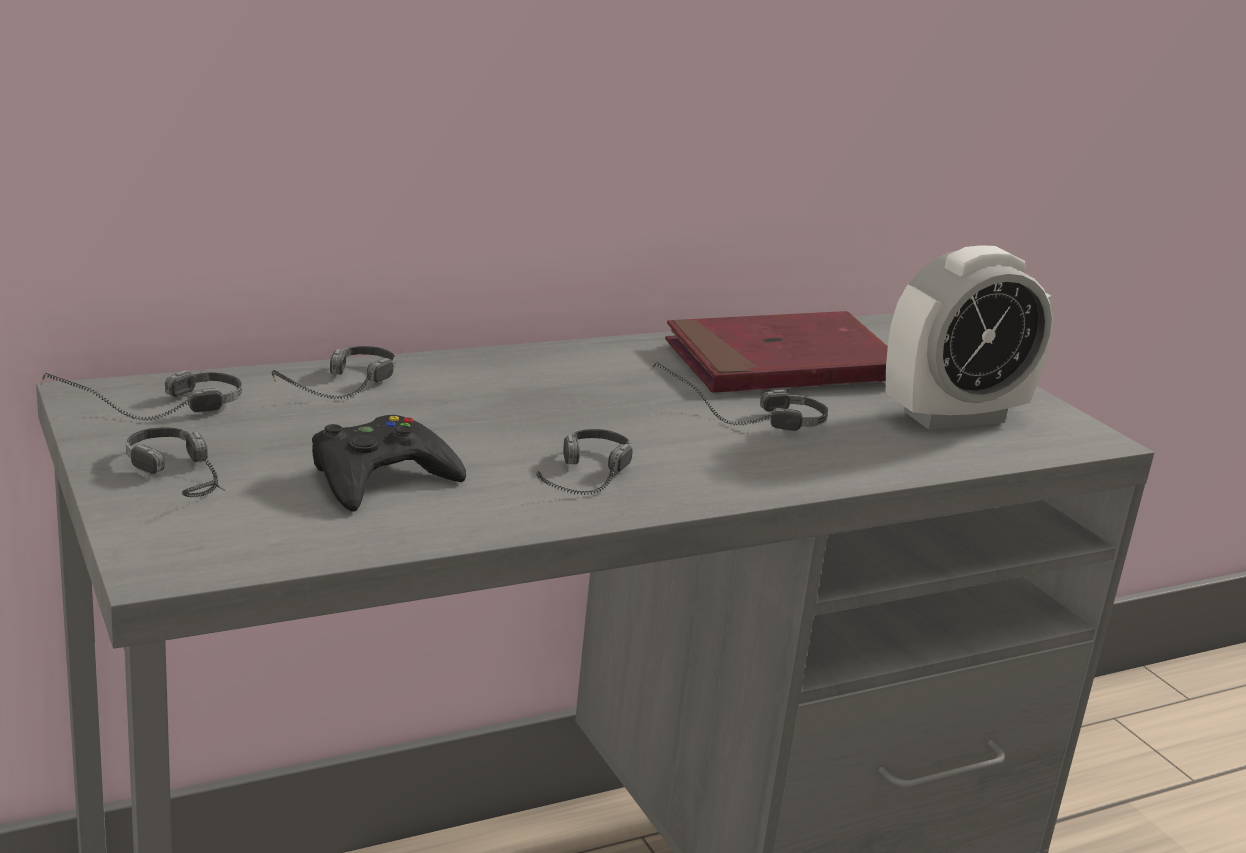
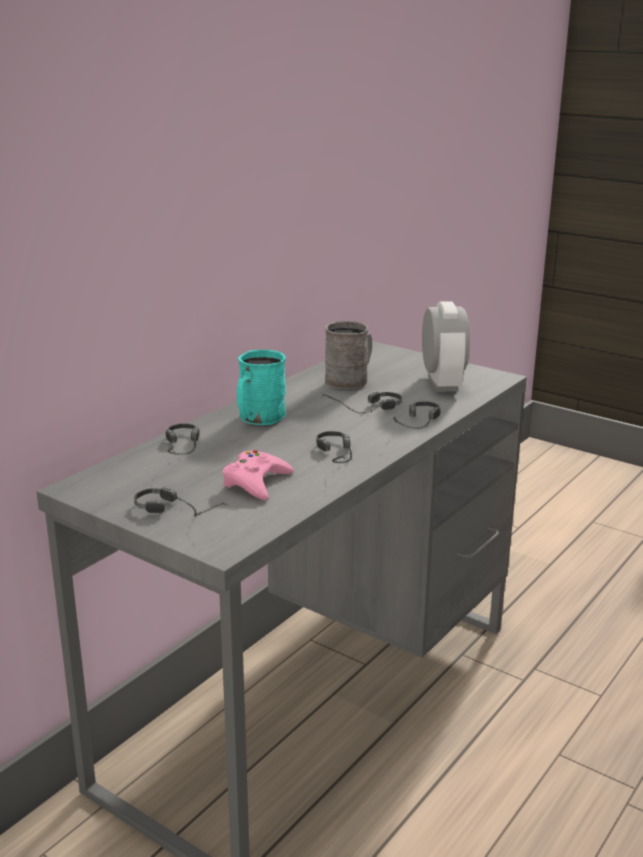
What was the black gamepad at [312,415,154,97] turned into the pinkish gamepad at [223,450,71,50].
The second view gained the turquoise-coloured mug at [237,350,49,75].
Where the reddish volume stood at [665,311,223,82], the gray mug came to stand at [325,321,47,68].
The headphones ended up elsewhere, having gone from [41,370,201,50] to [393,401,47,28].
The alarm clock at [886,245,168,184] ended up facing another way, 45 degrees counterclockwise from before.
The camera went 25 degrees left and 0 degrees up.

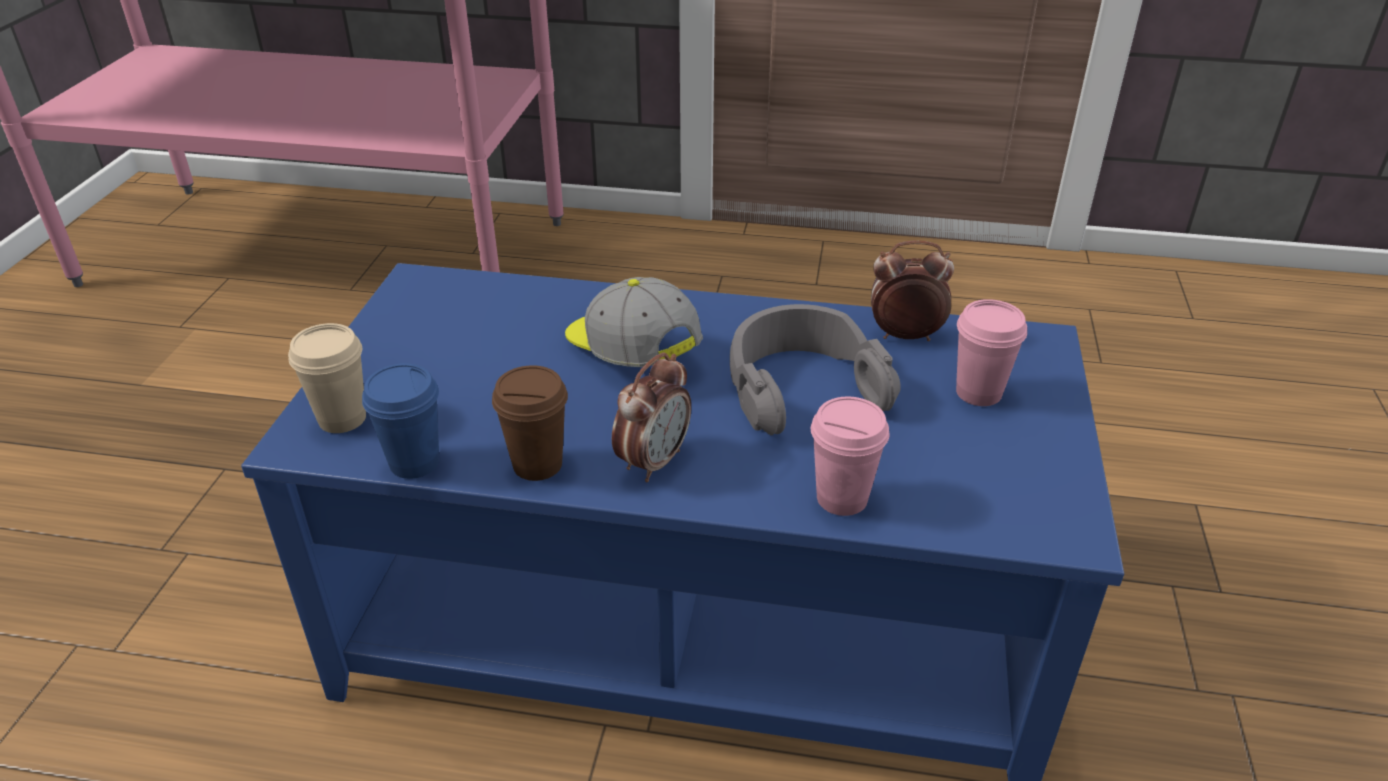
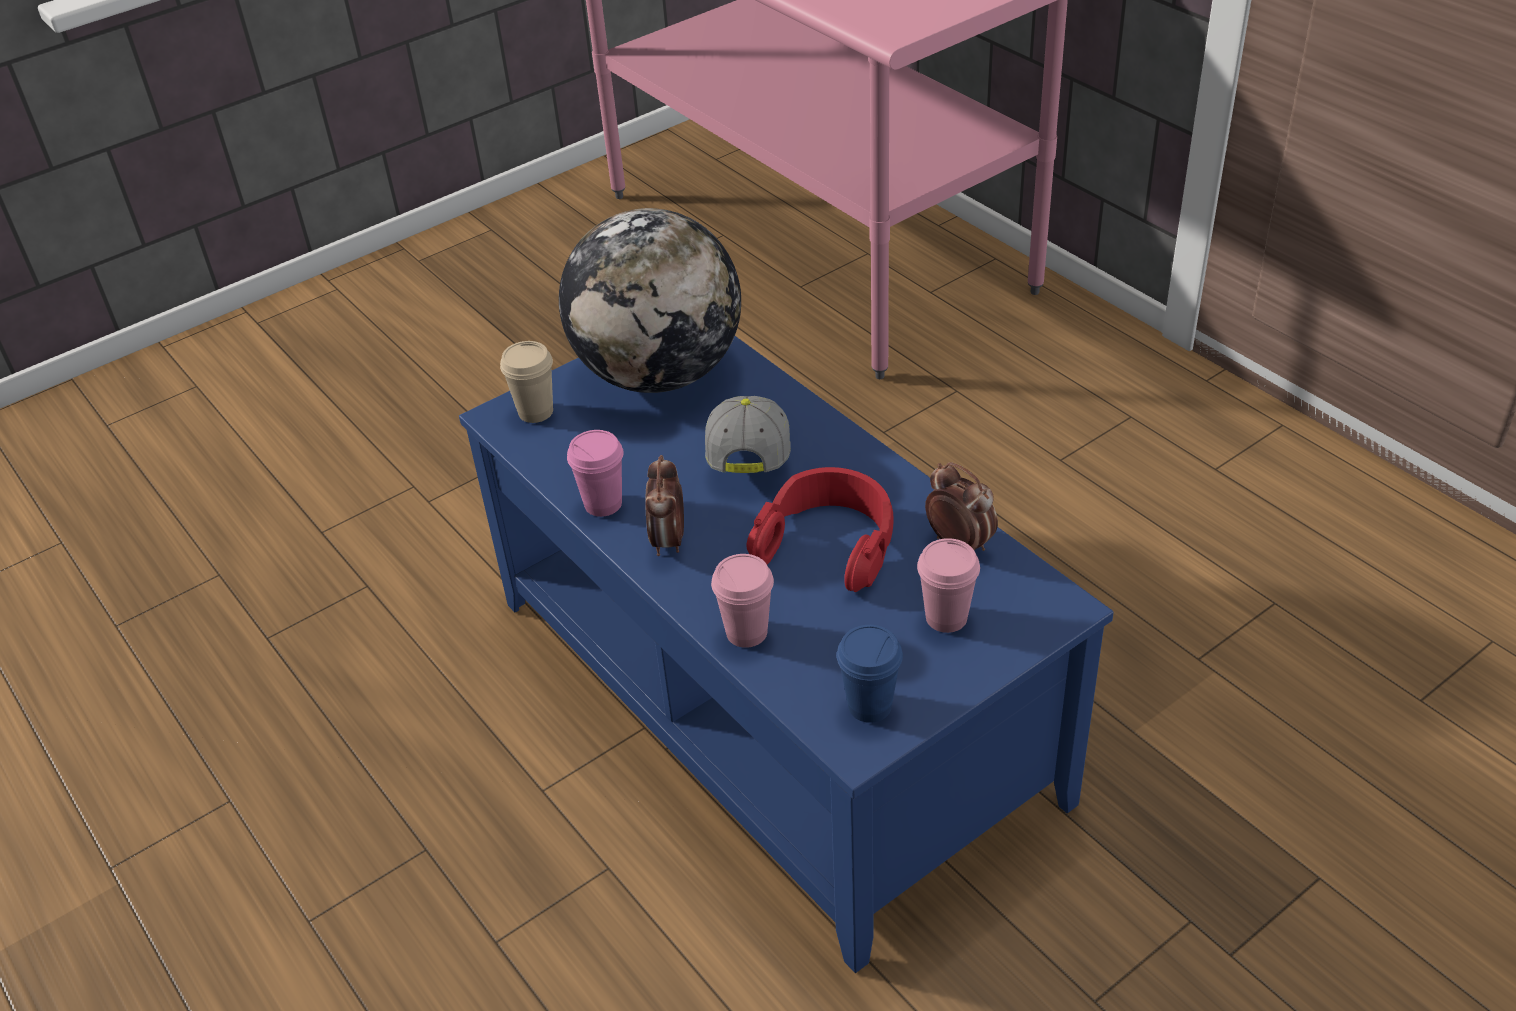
The second view gained the desk globe at [559,208,182,185].
What was the brownish small cup at [492,365,76,116] turned into the pinkish small cup at [567,430,57,87].
The alarm clock at [612,353,79,129] ended up facing another way, 105 degrees clockwise from before.
What was the gray headphones at [730,304,171,131] turned into the reddish headphones at [747,467,146,125].
The blue-coloured small cup ended up elsewhere, having gone from [362,364,77,115] to [837,625,66,98].
The camera went 45 degrees right and 5 degrees up.

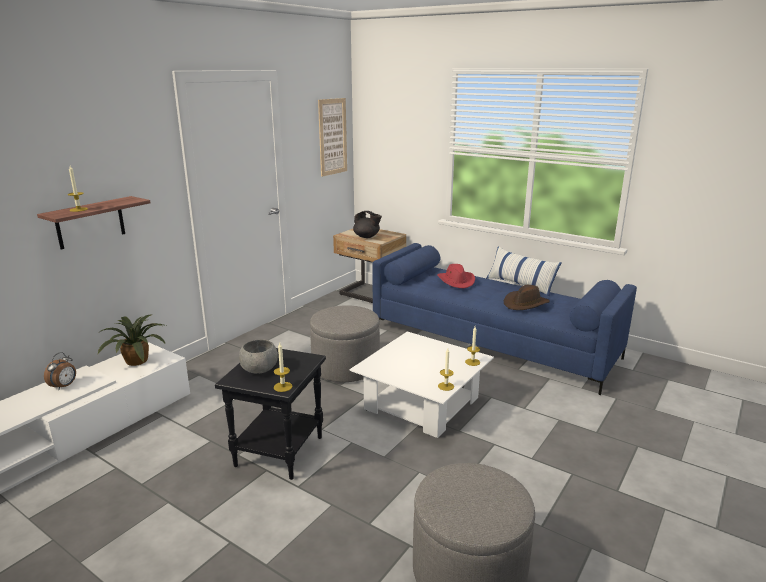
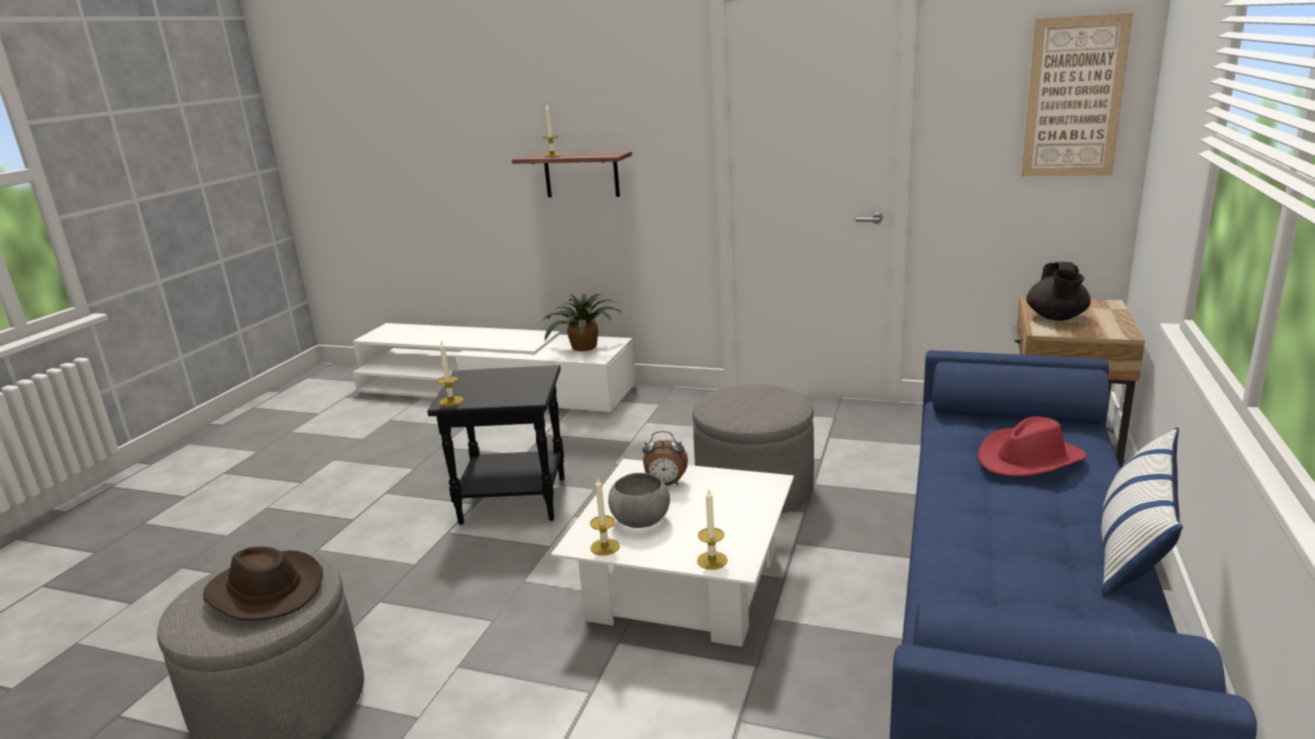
The brownish hat ended up elsewhere, having gone from [504,285,46,25] to [203,547,120,73].
The gray bowl ended up elsewhere, having gone from [239,339,39,34] to [608,473,62,55].
The alarm clock ended up elsewhere, having gone from [44,352,32,38] to [643,431,45,55].
The camera went 75 degrees right and 0 degrees up.

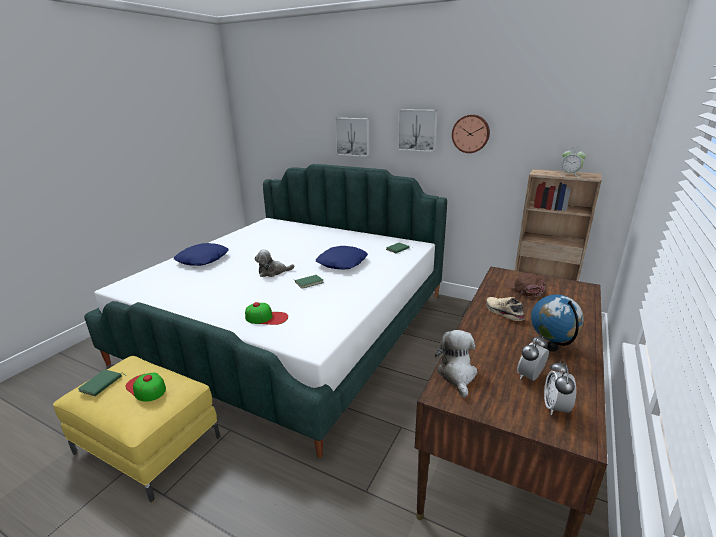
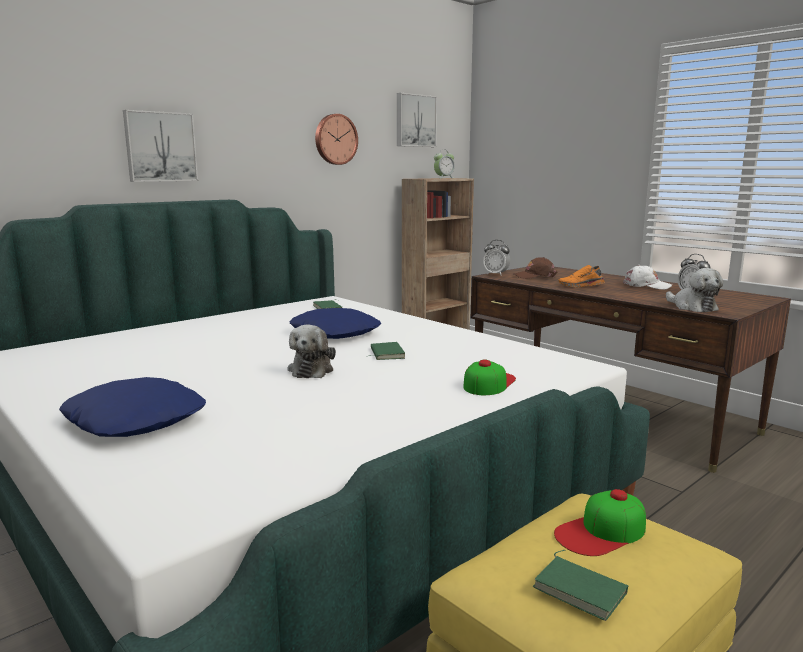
The wall picture ended up elsewhere, having gone from [398,109,40,43] to [397,93,40,54].
The alarm clock ended up elsewhere, having gone from [544,361,32,54] to [483,240,27,36].
What was the sand-coloured shoe at [486,297,39,24] turned into the orange shoe at [558,265,47,22].
Where the desk globe stood at [531,294,53,57], the whitish cap came to stand at [623,265,49,25].
The cuddly toy at [435,330,43,68] ended up facing another way, 135 degrees counterclockwise from before.
The camera went 70 degrees left and 10 degrees down.

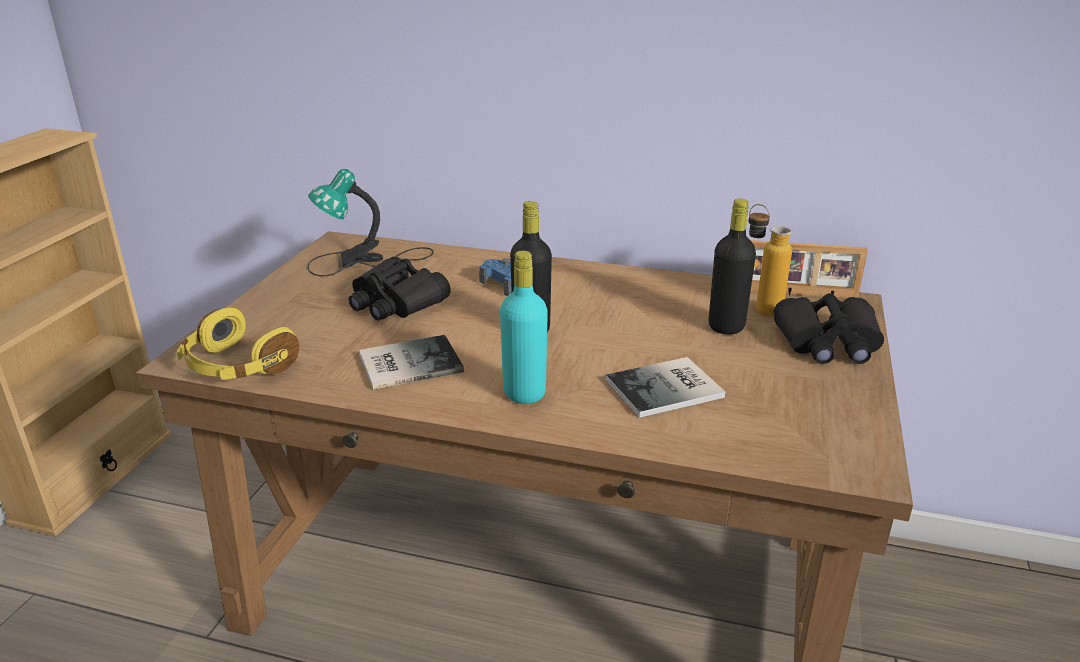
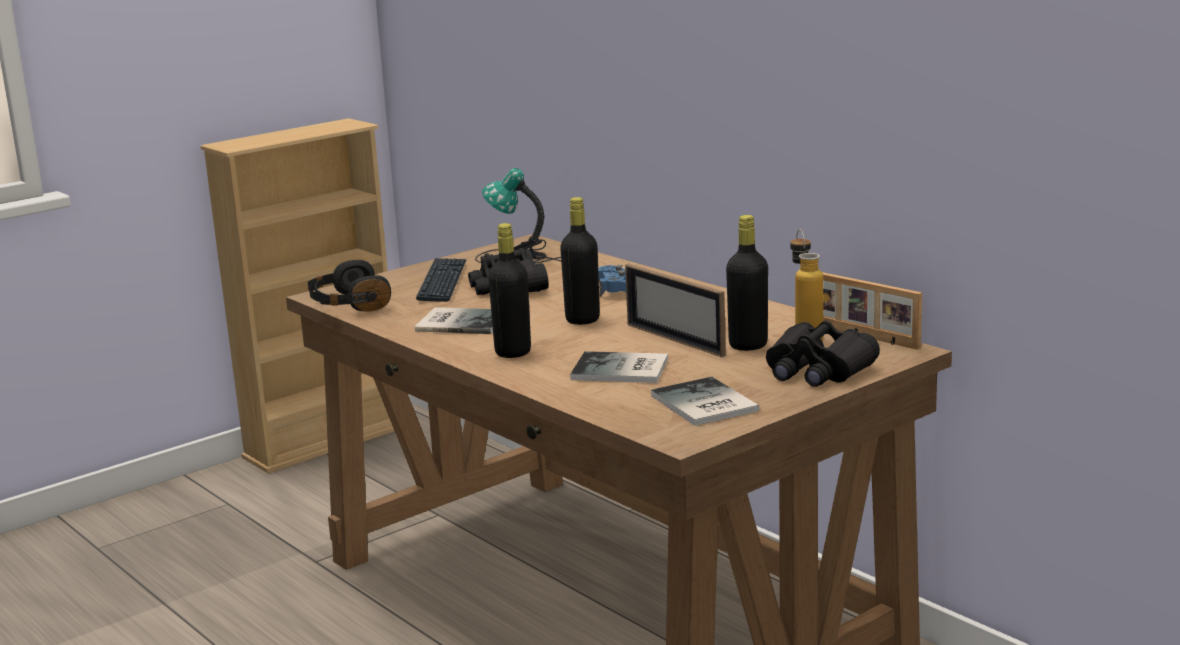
What was the yellow-coloured headphones at [177,308,122,72] turned into the black headphones at [308,260,83,51].
The second view gained the PC keyboard at [416,258,50,44].
What was the turquoise-coloured bottle at [500,251,48,153] turned into the black bottle at [488,223,43,135].
The second view gained the standing frame at [625,264,101,93].
The second view gained the volume at [651,377,108,49].
The camera went 35 degrees right and 10 degrees down.

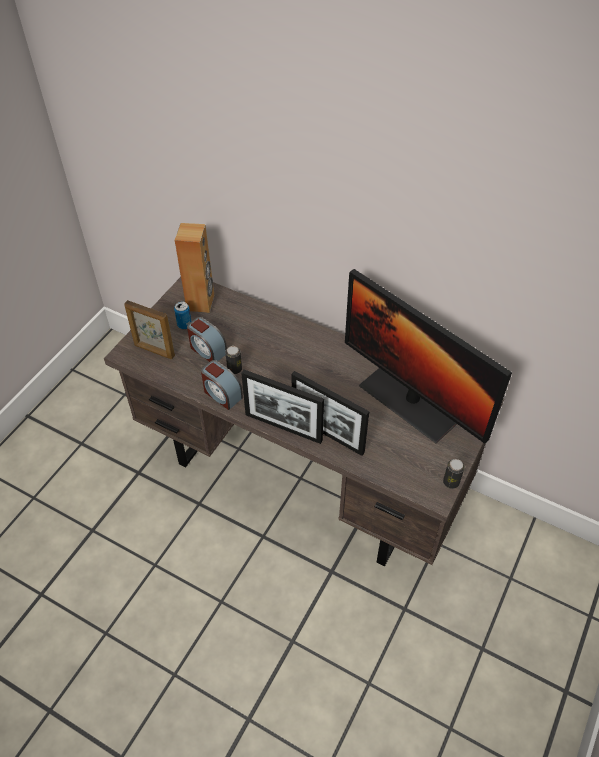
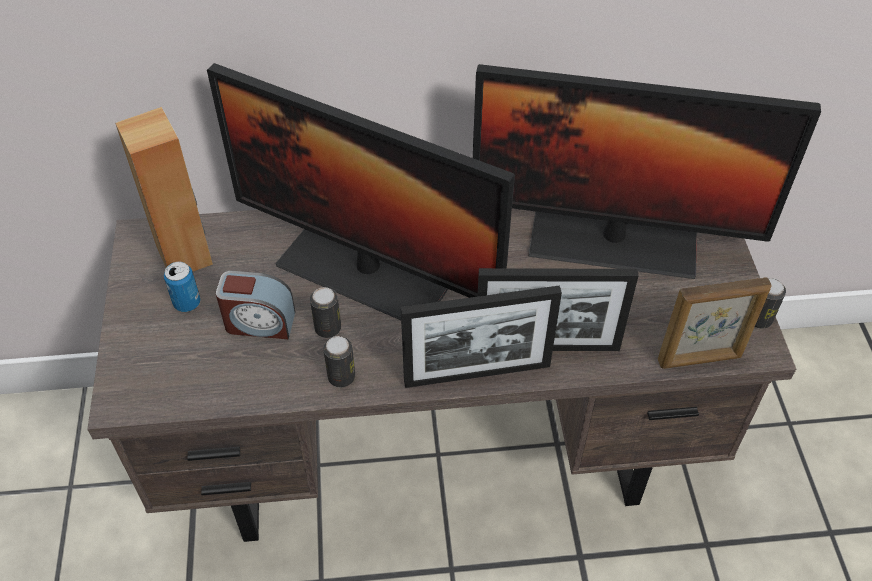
The second view gained the monitor at [207,63,308,257].
Where the alarm clock stood at [201,360,42,50], the sealed can came to stand at [323,336,32,51].
The standing frame ended up elsewhere, having gone from [124,300,51,59] to [658,277,114,92].
The camera went 35 degrees left and 0 degrees up.

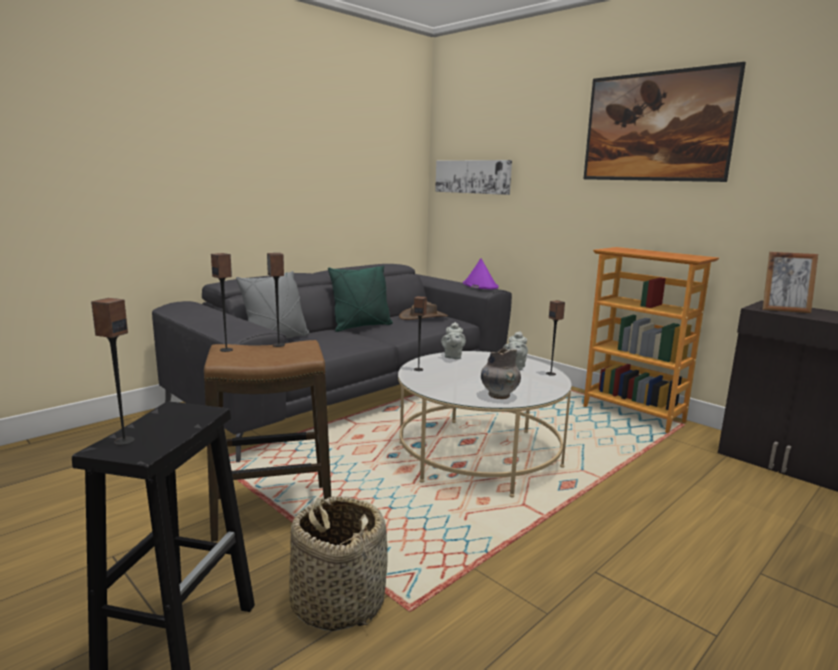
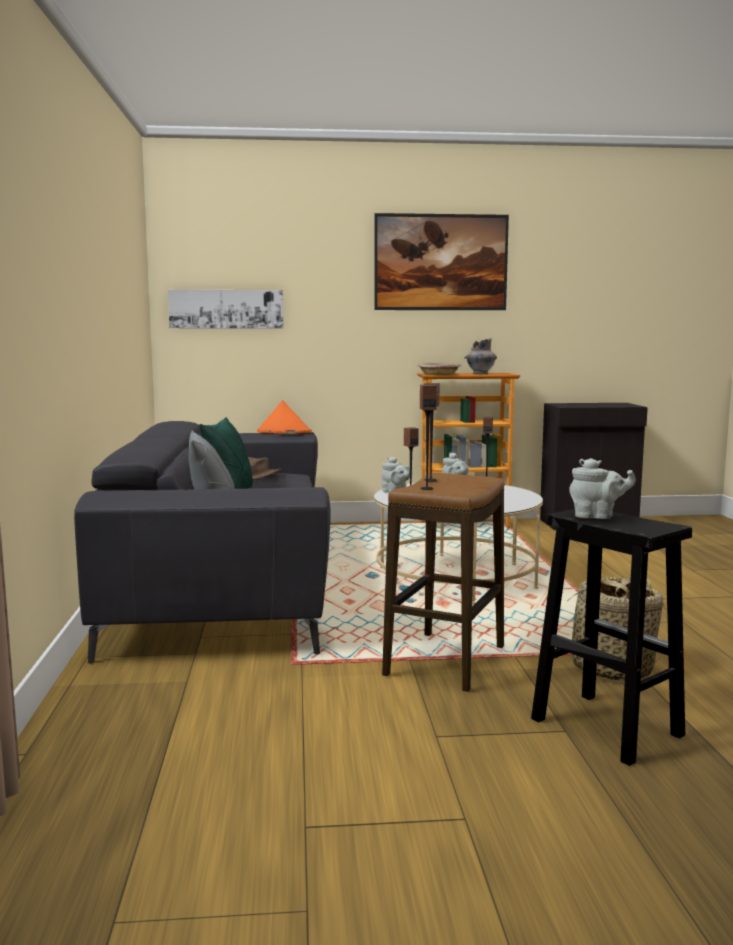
What was the purple-coloured hat at [463,258,36,32] turned into the orange hat at [257,400,55,34].
The second view gained the sand-coloured bowl at [417,363,45,12].
The gray vase ended up elsewhere, having gone from [481,348,40,51] to [464,337,33,37].
The second view gained the gray tea pot at [569,458,67,61].
The second view lost the audio speaker at [91,298,44,147].
The second view lost the standing frame at [762,252,56,61].
The camera went 50 degrees left and 5 degrees down.

